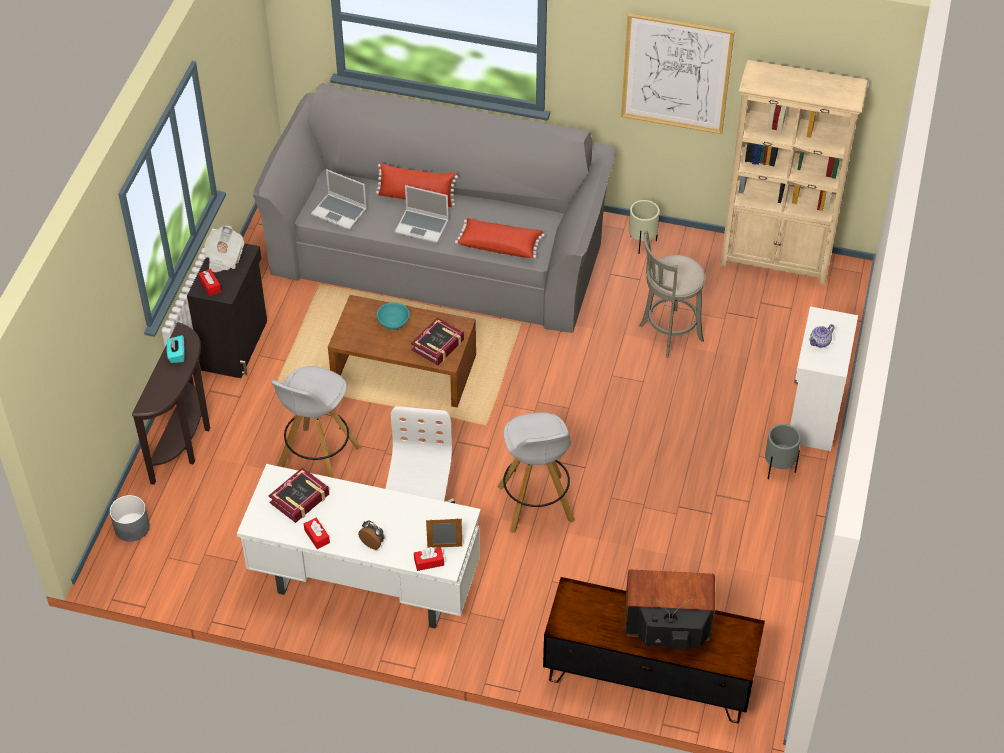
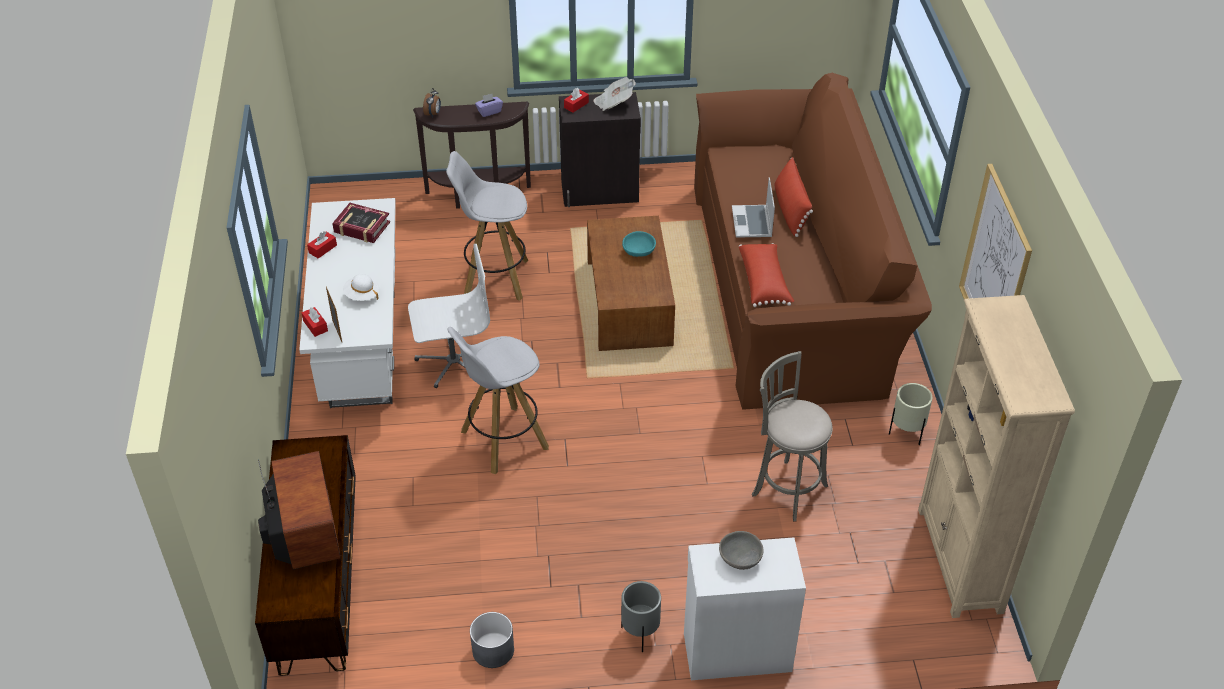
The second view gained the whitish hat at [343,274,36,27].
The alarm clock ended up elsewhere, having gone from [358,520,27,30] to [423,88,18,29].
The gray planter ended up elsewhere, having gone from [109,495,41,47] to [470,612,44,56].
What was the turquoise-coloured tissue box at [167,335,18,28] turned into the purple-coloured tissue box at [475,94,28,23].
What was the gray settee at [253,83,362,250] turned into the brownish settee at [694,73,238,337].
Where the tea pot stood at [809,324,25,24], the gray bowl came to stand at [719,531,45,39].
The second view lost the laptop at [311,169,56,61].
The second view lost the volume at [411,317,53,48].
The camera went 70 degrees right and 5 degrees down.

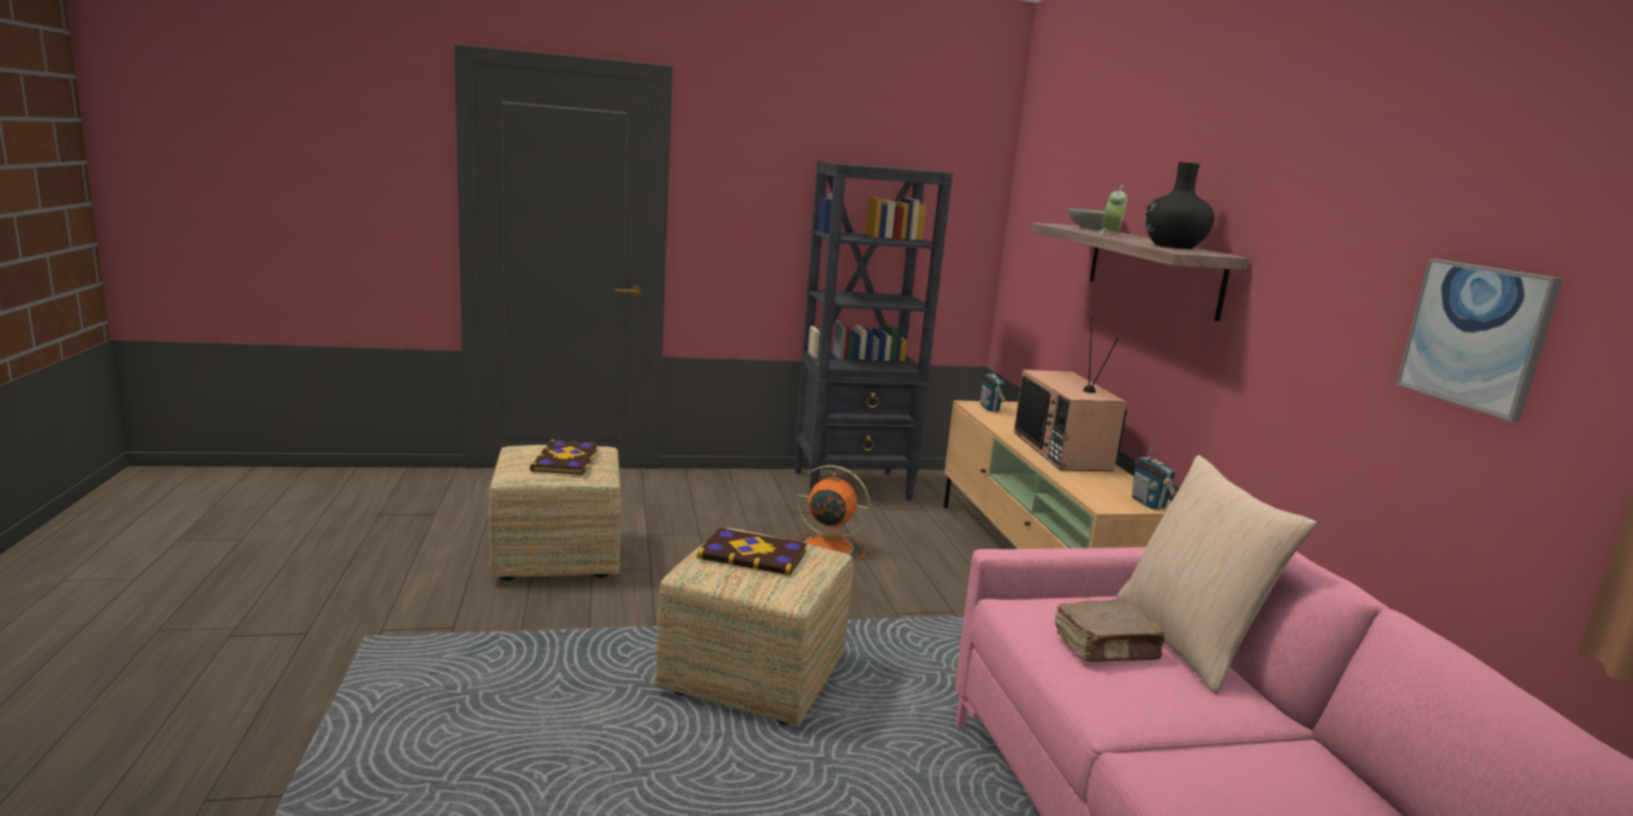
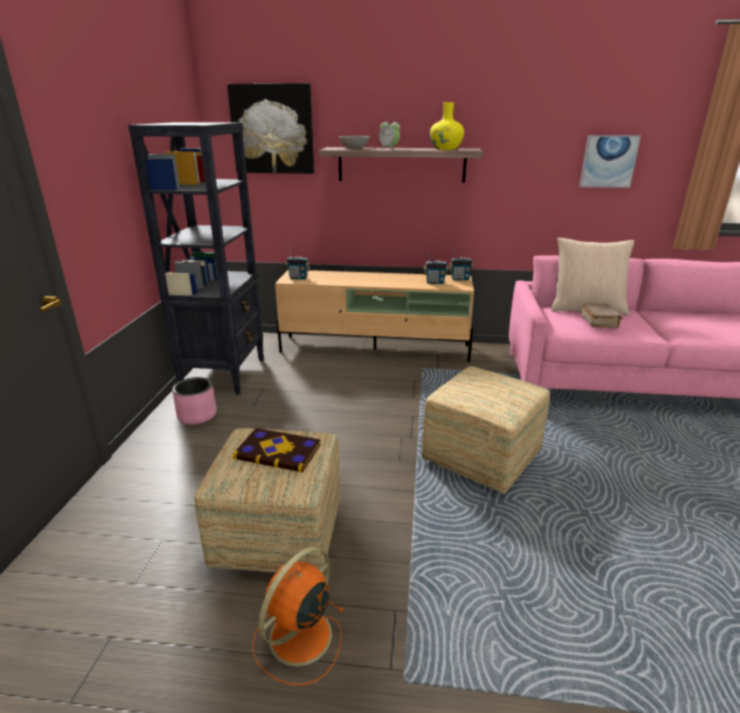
The second view gained the pinkish planter at [172,377,45,47].
The second view gained the wall picture at [227,83,87,91].
The orange electric fan ended up elsewhere, having gone from [791,465,79,94] to [252,547,93,139].
The second view gained the radio receiver at [424,250,25,34].
What was the black vase at [1145,162,70,87] turned into the yellow-coloured vase at [430,102,34,48].
The second view lost the volume at [697,528,110,48].
The second view lost the television at [1014,318,113,153].
The camera went 70 degrees left and 10 degrees up.

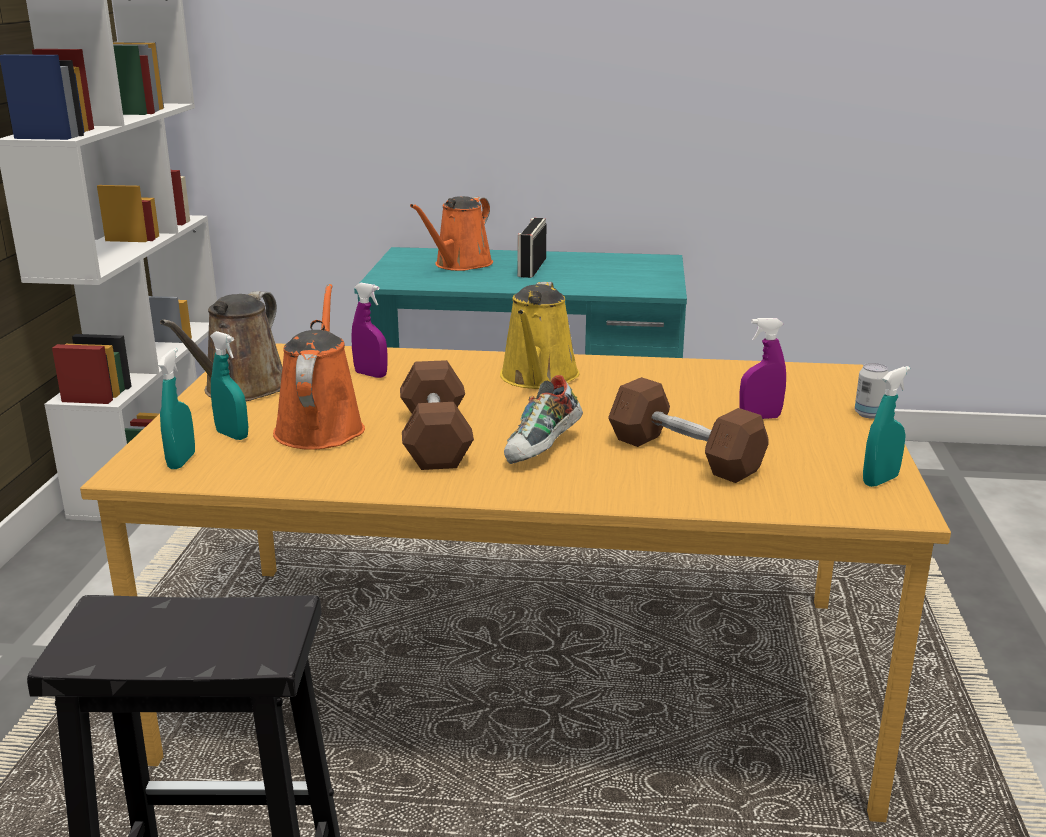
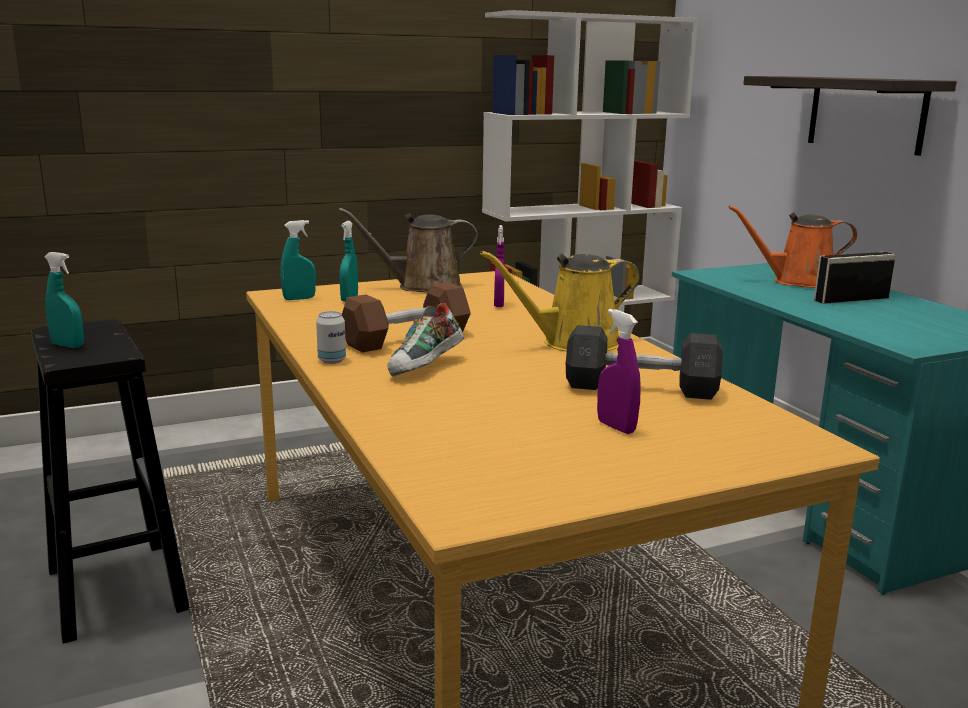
The turquoise-coloured spray bottle ended up elsewhere, having gone from [863,366,47,121] to [44,252,40,96].
The sealed can ended up elsewhere, having gone from [855,363,34,56] to [316,311,30,53].
The shoe at [504,375,79,89] ended up facing another way, 60 degrees counterclockwise from before.
The second view gained the gray free weight at [566,325,157,75].
The second view gained the wall shelf at [743,76,214,80].
The second view lost the orange watering can at [273,284,92,166].
The second view lost the brownish free weight at [608,377,161,106].
The camera went 60 degrees right and 5 degrees down.

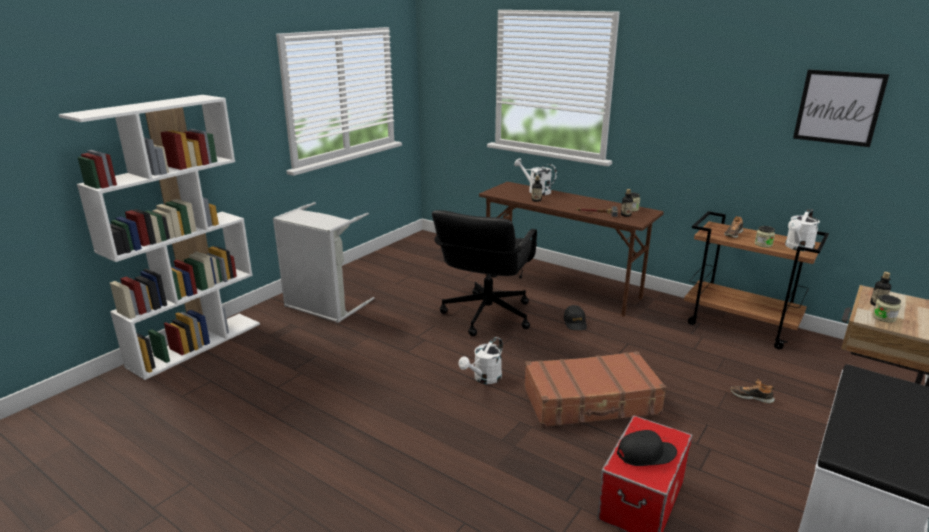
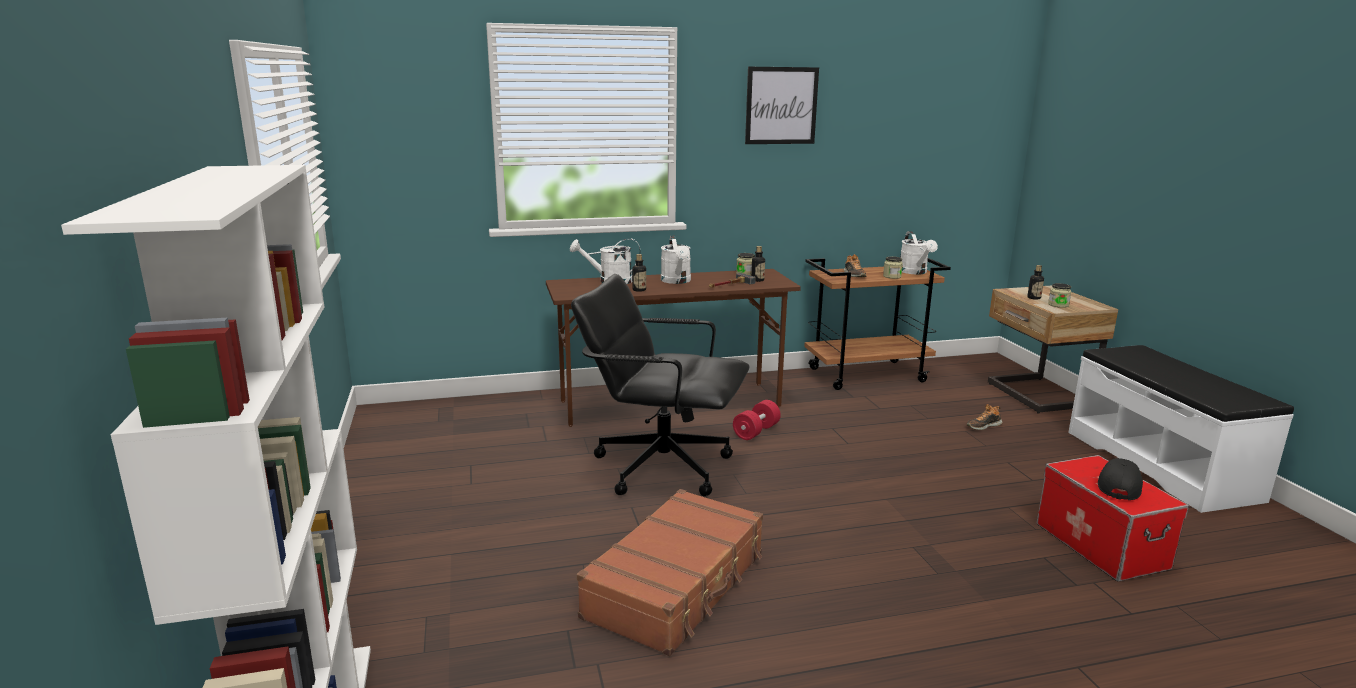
The black computer chair at [432,210,105,126] ended up facing another way, 135 degrees clockwise from before.
The brownish suitcase ended up elsewhere, having gone from [524,351,143,76] to [577,489,186,167].
The whitish watering can ended up elsewhere, having gone from [459,337,44,47] to [661,236,30,48].
Where the black cap stood at [564,305,23,25], the reddish free weight came to stand at [733,400,48,40].
The wall picture ended up elsewhere, having gone from [793,70,96,77] to [745,67,74,77].
The second view lost the gray hamper at [273,202,102,121].
The camera went 50 degrees left and 5 degrees down.

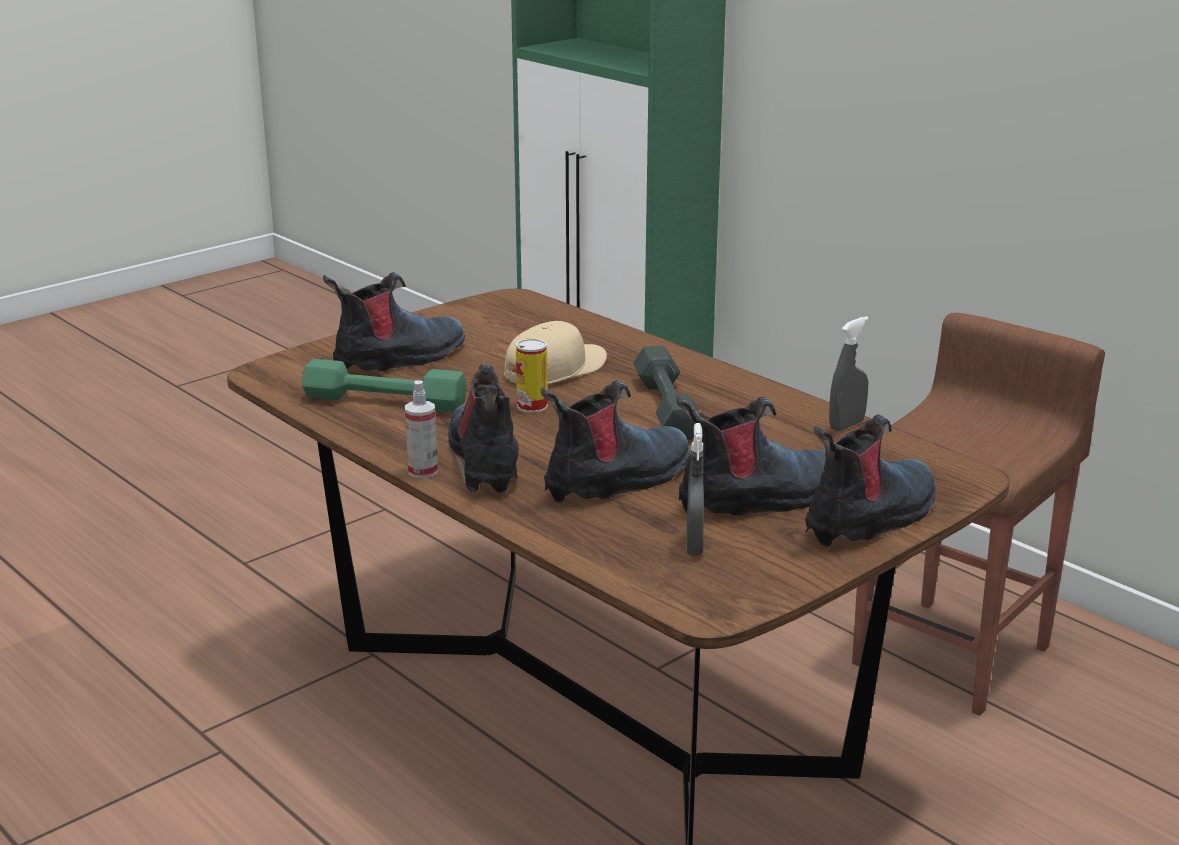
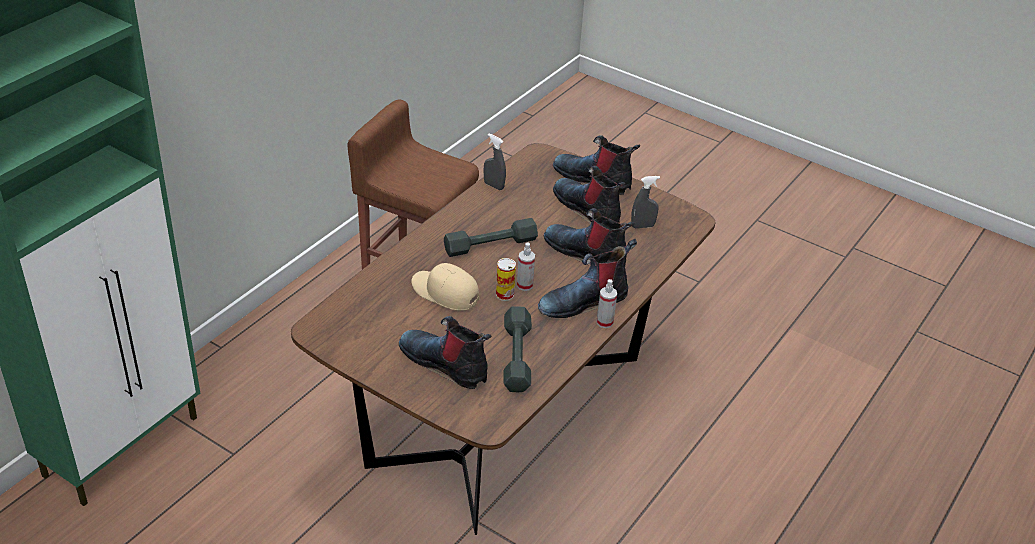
What was the green free weight at [302,359,165,53] turned into the gray free weight at [503,306,29,86].
The second view gained the spray bottle at [517,243,18,48].
The camera went 105 degrees left and 15 degrees up.

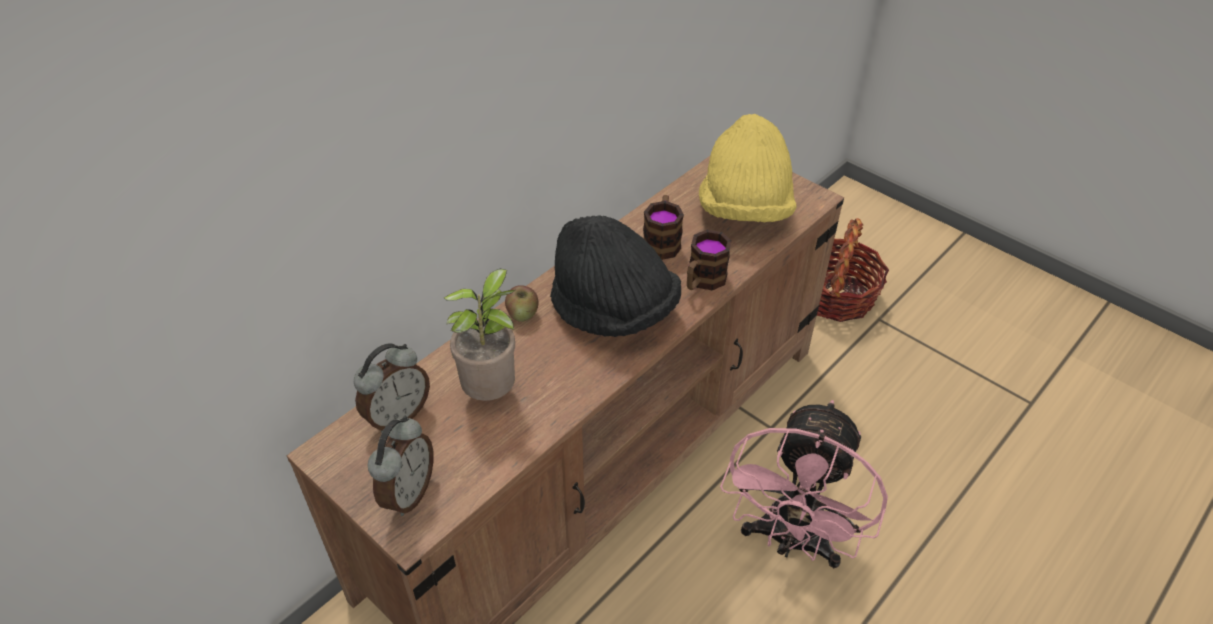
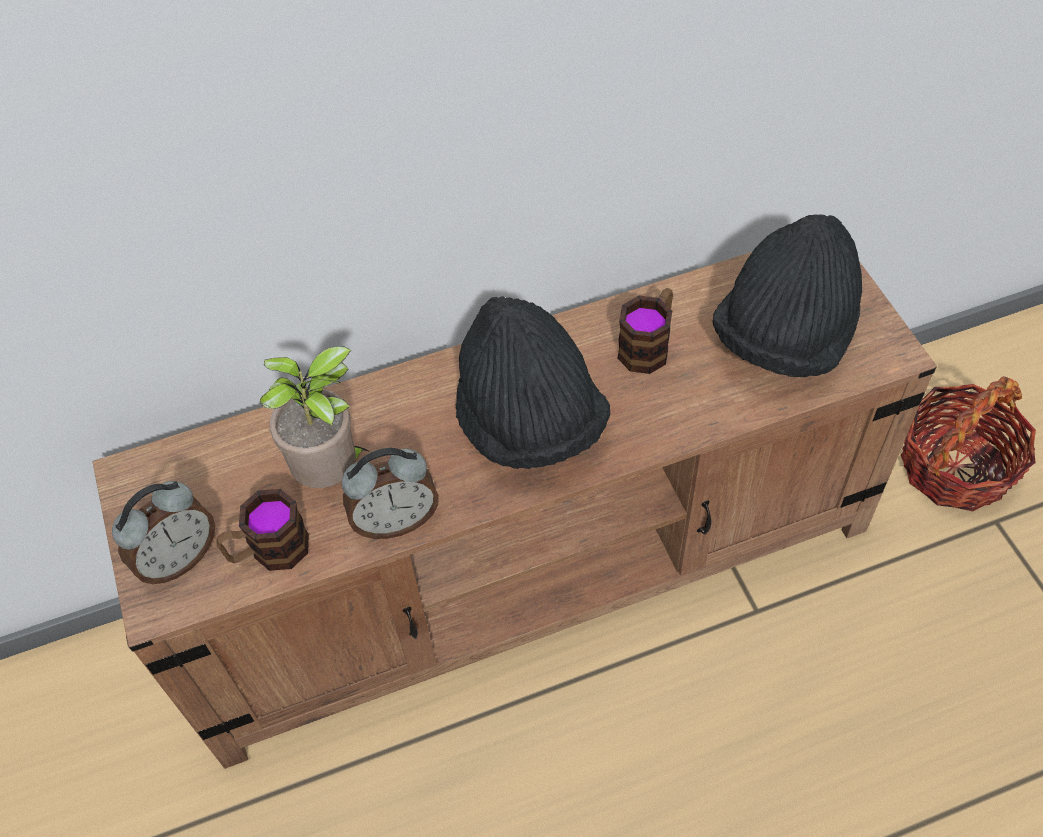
The mug ended up elsewhere, having gone from [687,230,45,60] to [216,489,93,82].
The alarm clock ended up elsewhere, having gone from [354,343,76,90] to [342,448,97,91].
What was the yellow-coloured hat at [699,114,98,108] turned into the black hat at [712,214,150,163].
The second view lost the whole apple at [505,285,33,37].
The second view lost the pinkish electric fan at [720,400,168,168].
The camera went 30 degrees right and 10 degrees up.

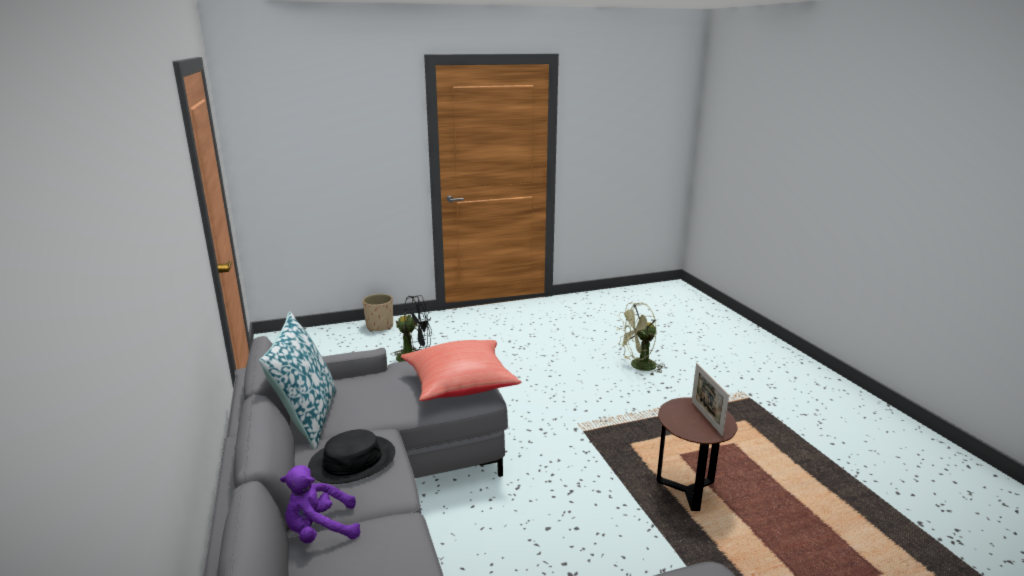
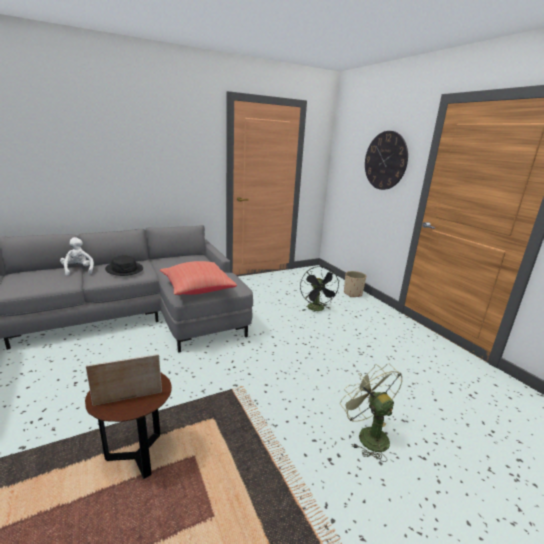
What was the purple-coloured cuddly toy at [280,465,81,78] turned into the whitish cuddly toy at [60,237,34,39].
The second view gained the clock on the wall at [365,131,43,59].
The second view lost the cushion at [259,312,78,137].
The camera went 80 degrees right and 0 degrees up.

